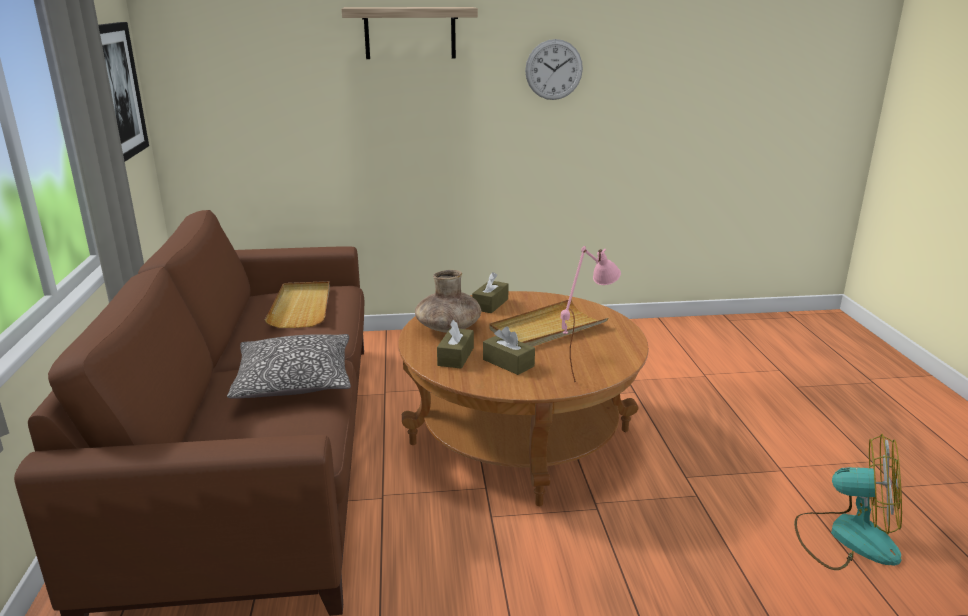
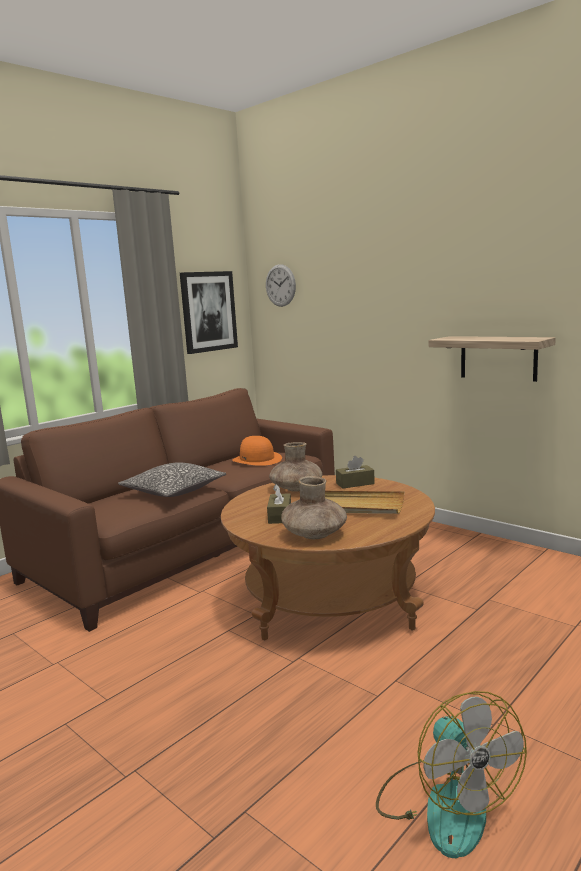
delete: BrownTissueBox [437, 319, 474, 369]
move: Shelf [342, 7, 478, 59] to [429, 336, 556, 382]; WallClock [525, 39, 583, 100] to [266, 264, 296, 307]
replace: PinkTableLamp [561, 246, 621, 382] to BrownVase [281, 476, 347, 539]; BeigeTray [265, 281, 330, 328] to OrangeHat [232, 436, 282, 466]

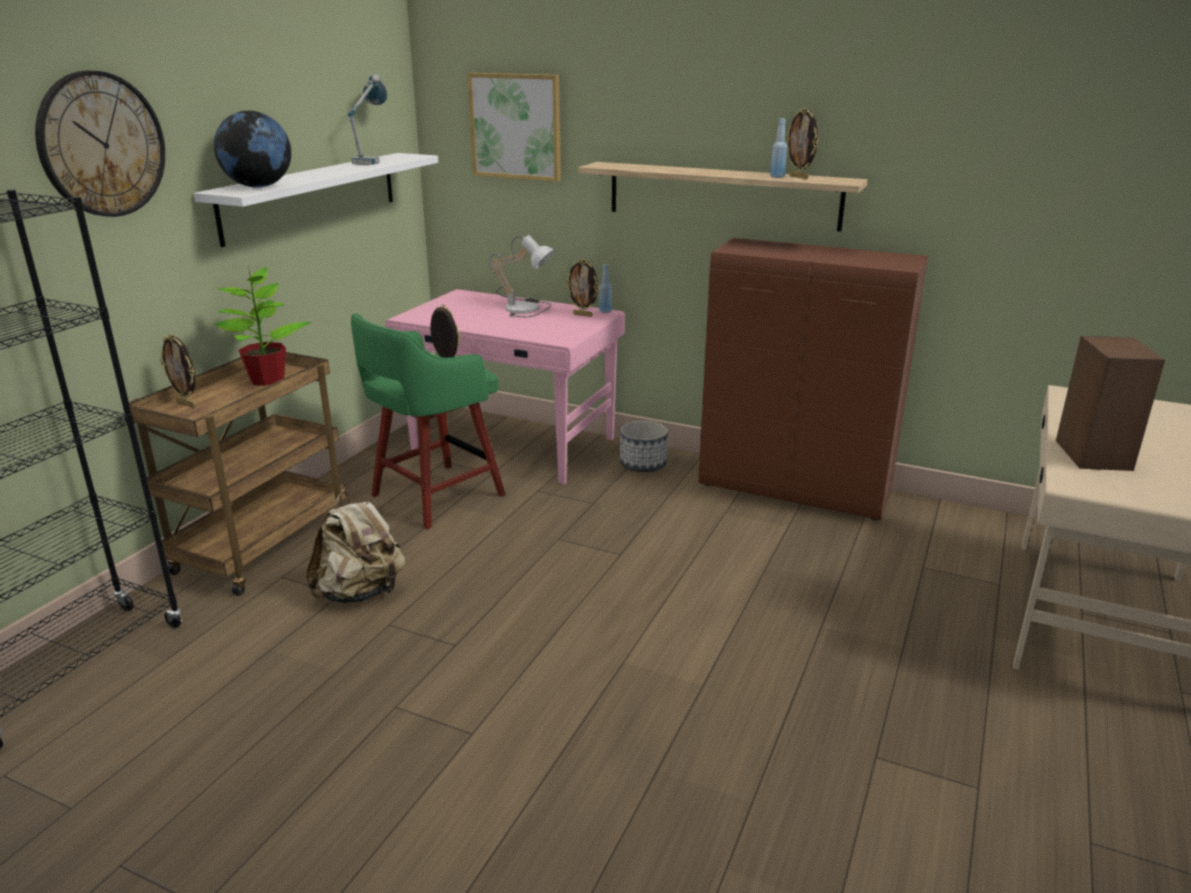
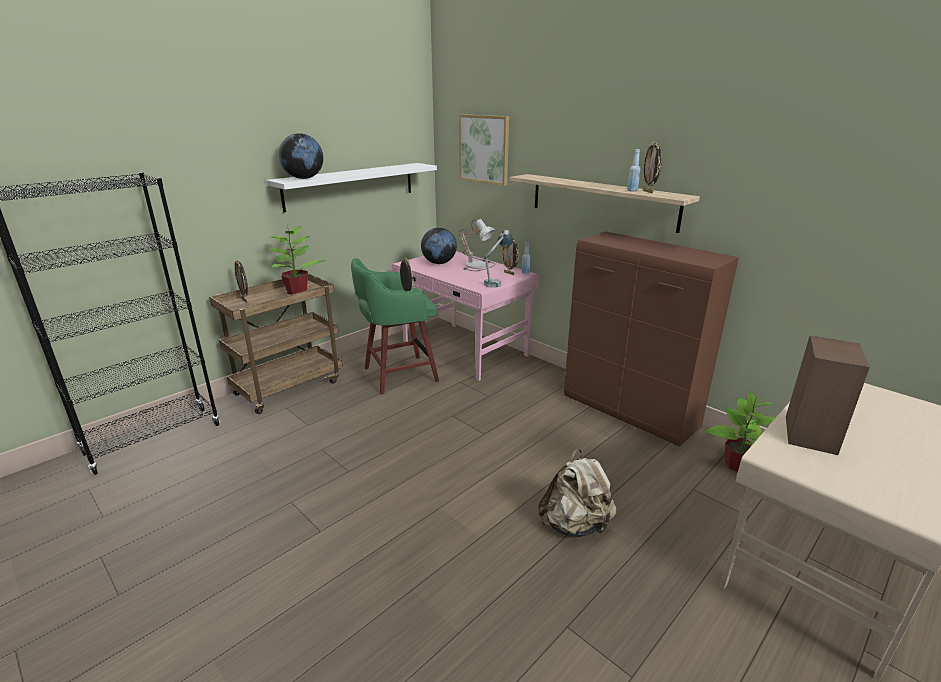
delete: WallClock [35, 71, 165, 217]; Planter [620, 420, 668, 472]
insert: Globe [421, 228, 457, 264]; PottedPlant [705, 391, 775, 472]
move: TableLamp [348, 74, 387, 165] to [484, 230, 513, 288]; BeigeBackpack [306, 492, 405, 603] to [538, 449, 617, 537]

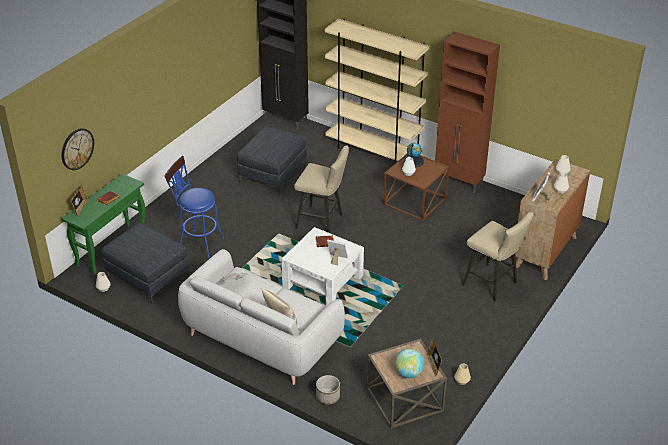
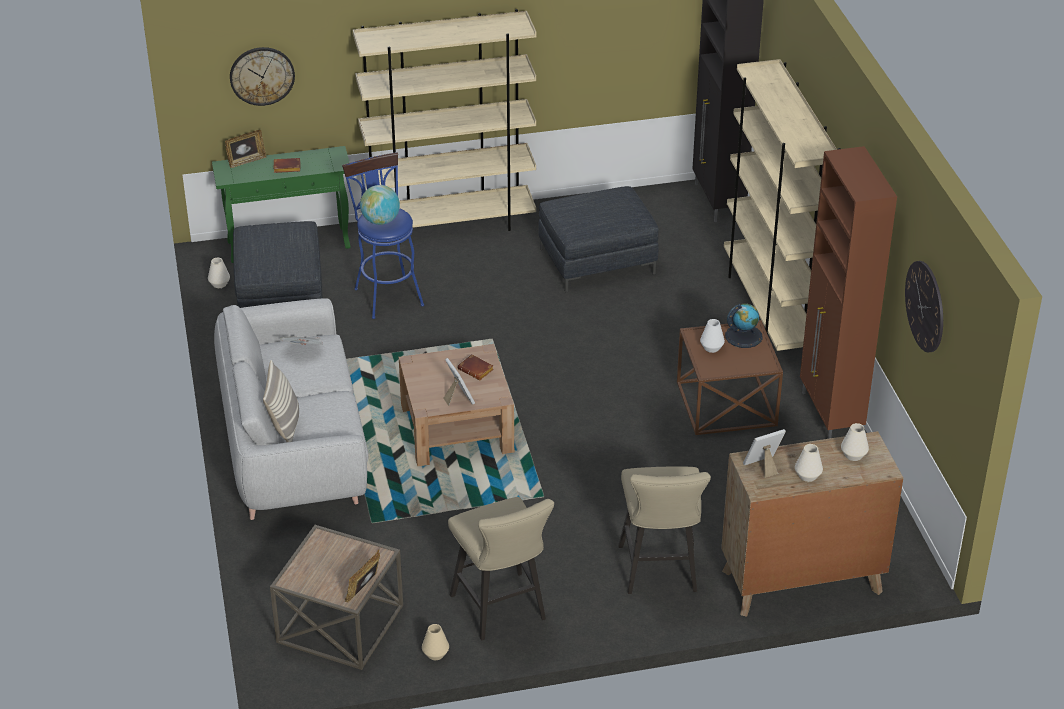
delete: Planter [316, 375, 340, 405]
insert: BeigeBookcase [353, 9, 536, 231]; WallClock [905, 261, 943, 352]
move: BeigeStool [294, 146, 349, 234] to [448, 497, 554, 640]; Globe [394, 348, 424, 378] to [360, 185, 400, 225]
recolor: WhiteCoffeeTable [281, 227, 364, 306] to BrownCoffeeTable [399, 344, 514, 466]

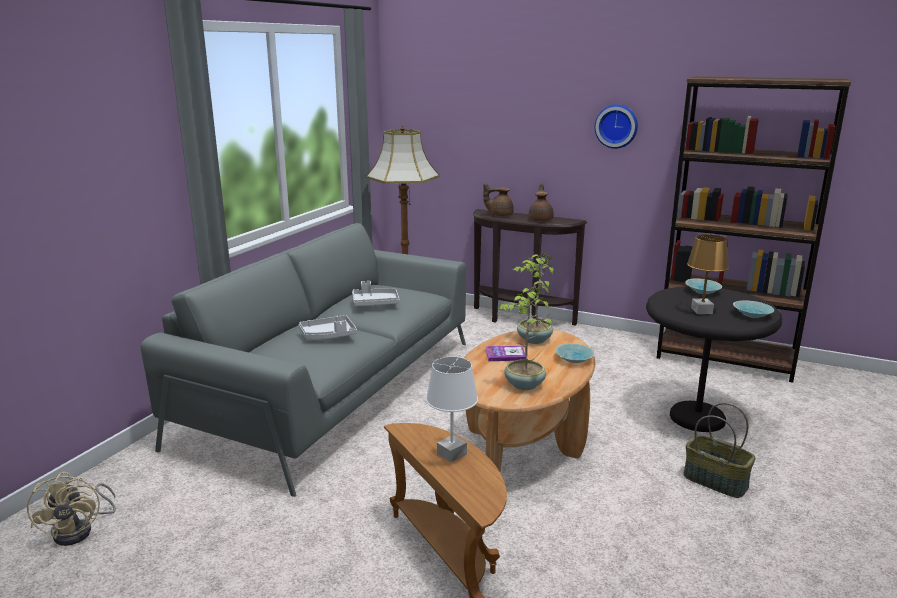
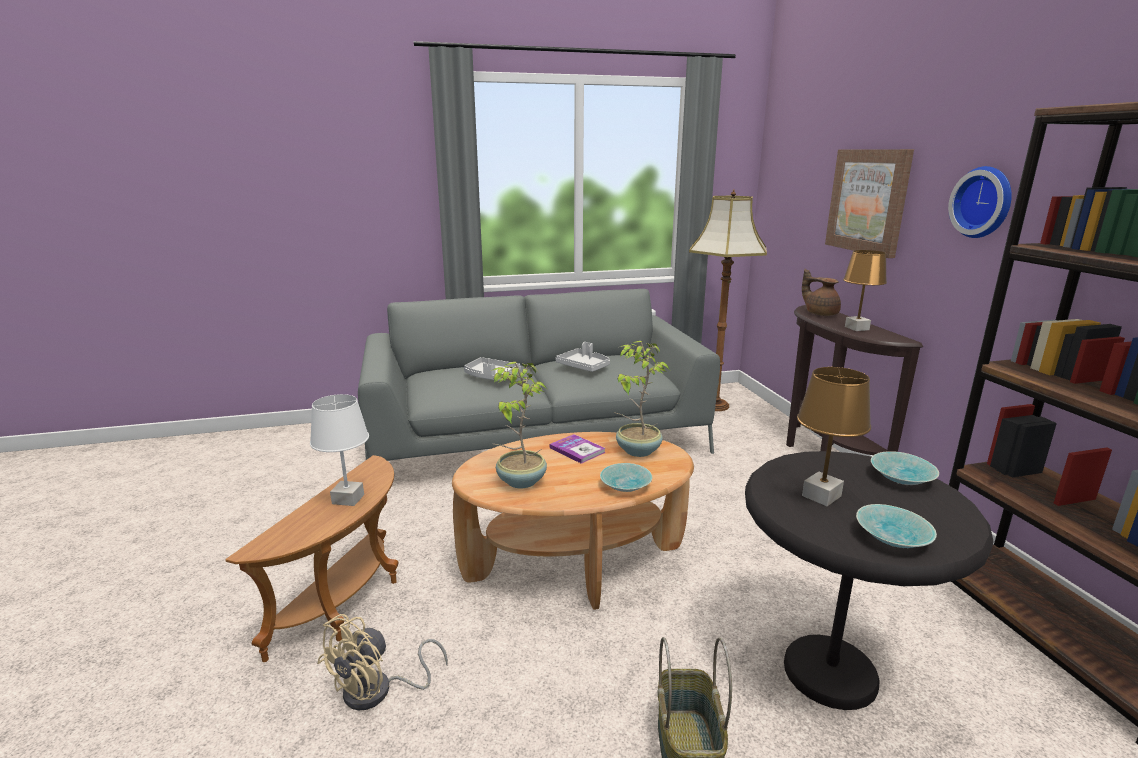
insert: Picture [825, 149, 914, 258]
move: BeigeFan [27, 472, 116, 546] to [317, 614, 448, 710]
replace: BrownTeapot [529, 183, 554, 221] to BrownTableLamp [843, 250, 887, 331]

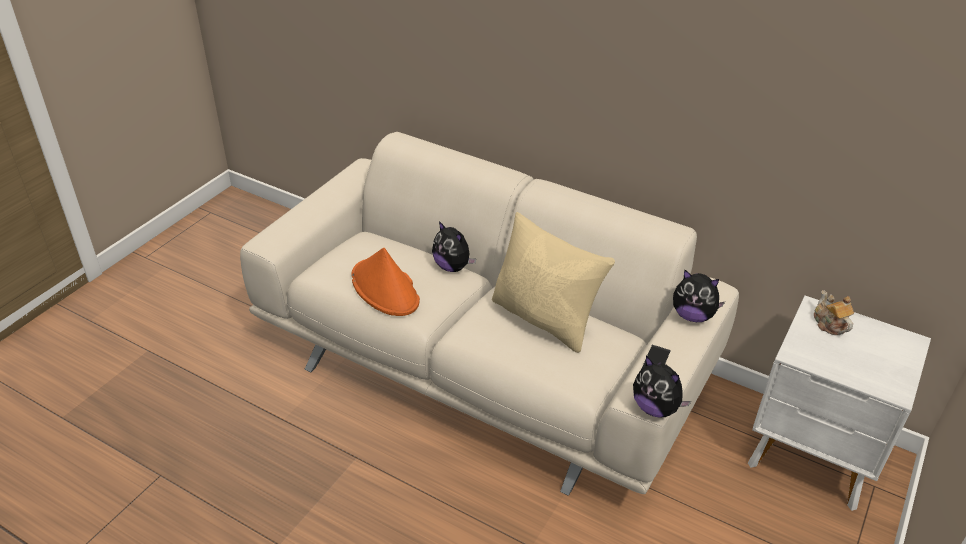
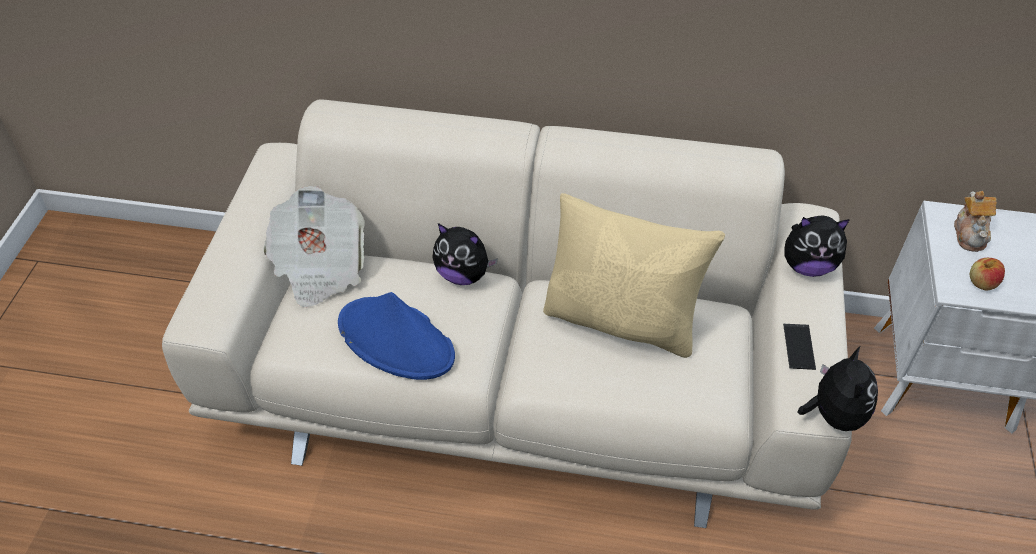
insert: Newspaper [263, 186, 365, 308]; Apple [970, 258, 1005, 290]
recolor: OrangeHat [351, 248, 420, 316] to BlueHat [338, 292, 455, 380]
rotate: Teapot [814, 290, 854, 335] = [954, 191, 997, 252] 135 degrees counterclockwise; PlushToy [633, 356, 691, 418] = [797, 346, 878, 431] 105 degrees counterclockwise

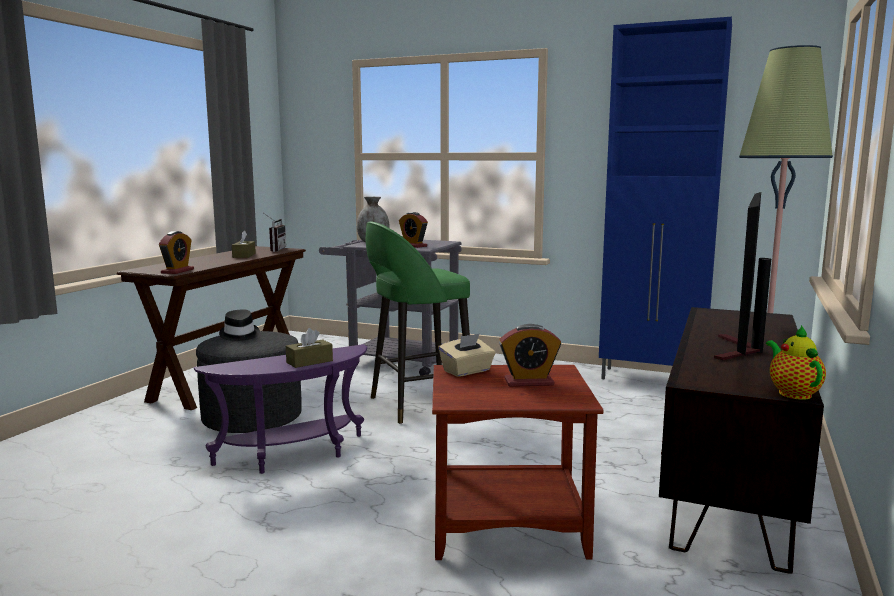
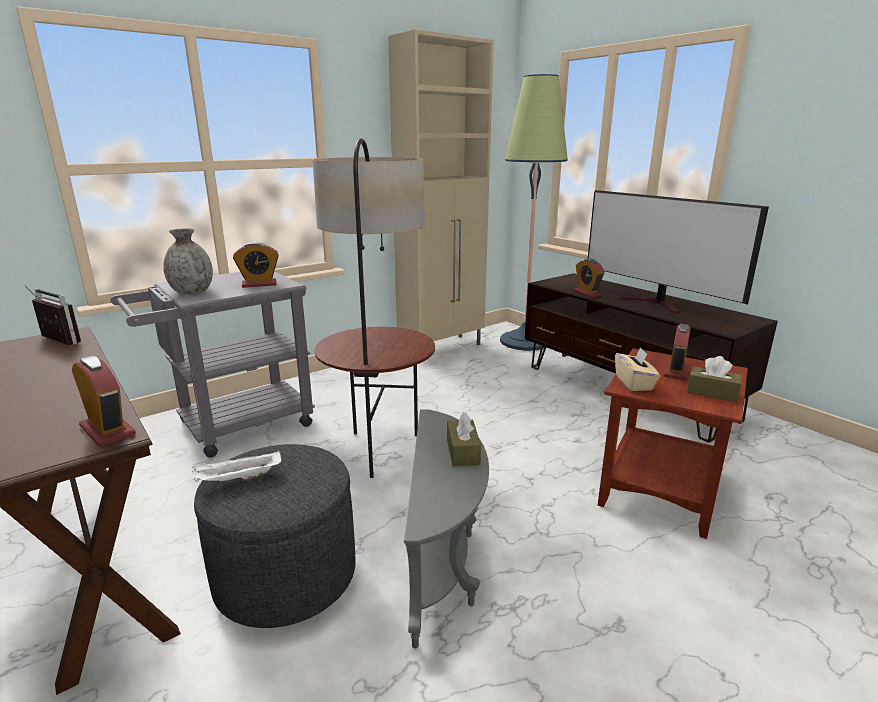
delete: Teapot [766, 325, 826, 400]
insert: AlarmClock [573, 259, 605, 297]
move: BrownTissueBox [232, 231, 256, 258] to [687, 356, 742, 402]
replace: GreenStool [366, 221, 470, 424] to FloorLamp [313, 138, 435, 478]; BlackHat [219, 309, 260, 341] to WhiteTray [192, 451, 281, 482]
recolor: BlueCabinet [599, 17, 732, 379] to BeigeCabinet [388, 30, 494, 345]; PurpleSideTable [194, 344, 367, 474] to GreySideTable [404, 410, 489, 649]

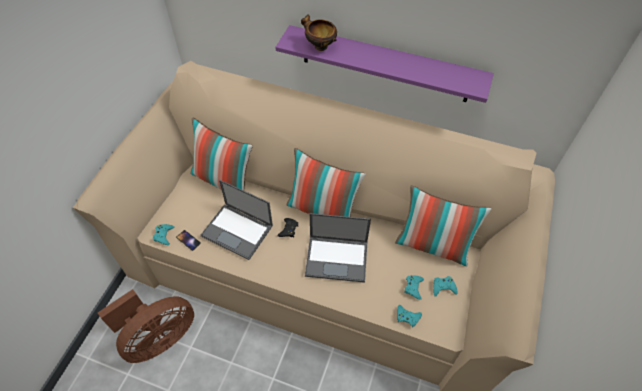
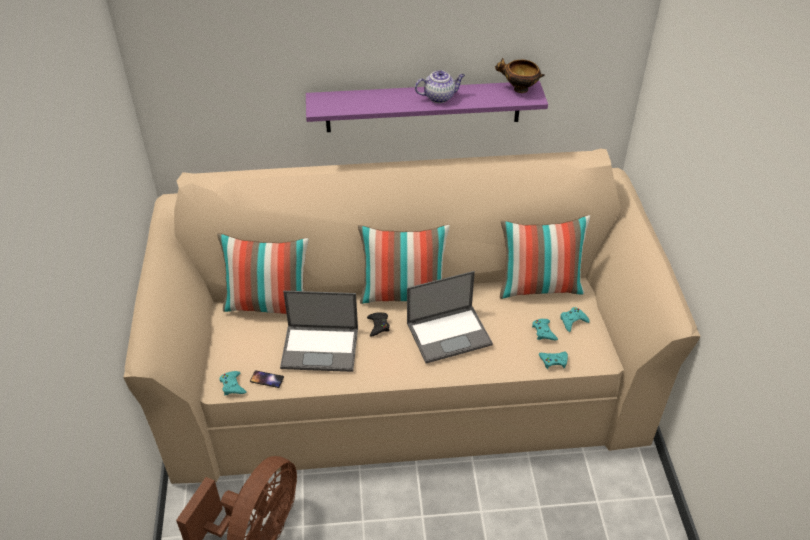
insert: Teapot [415, 70, 465, 103]
move: Bowl [301, 14, 337, 51] to [495, 58, 545, 93]

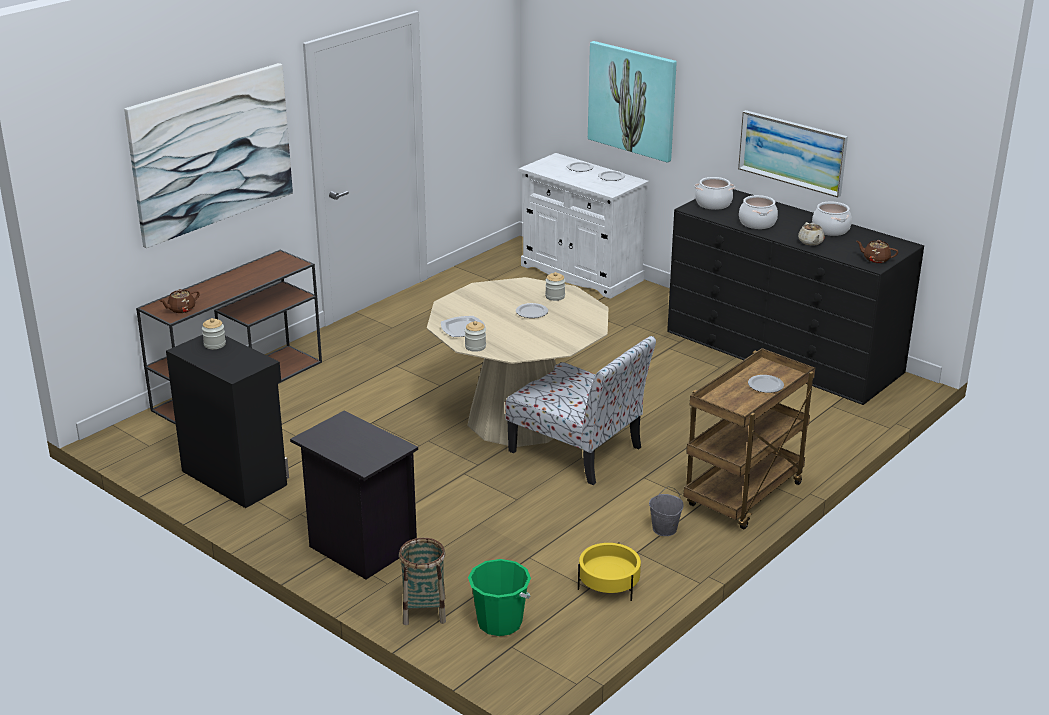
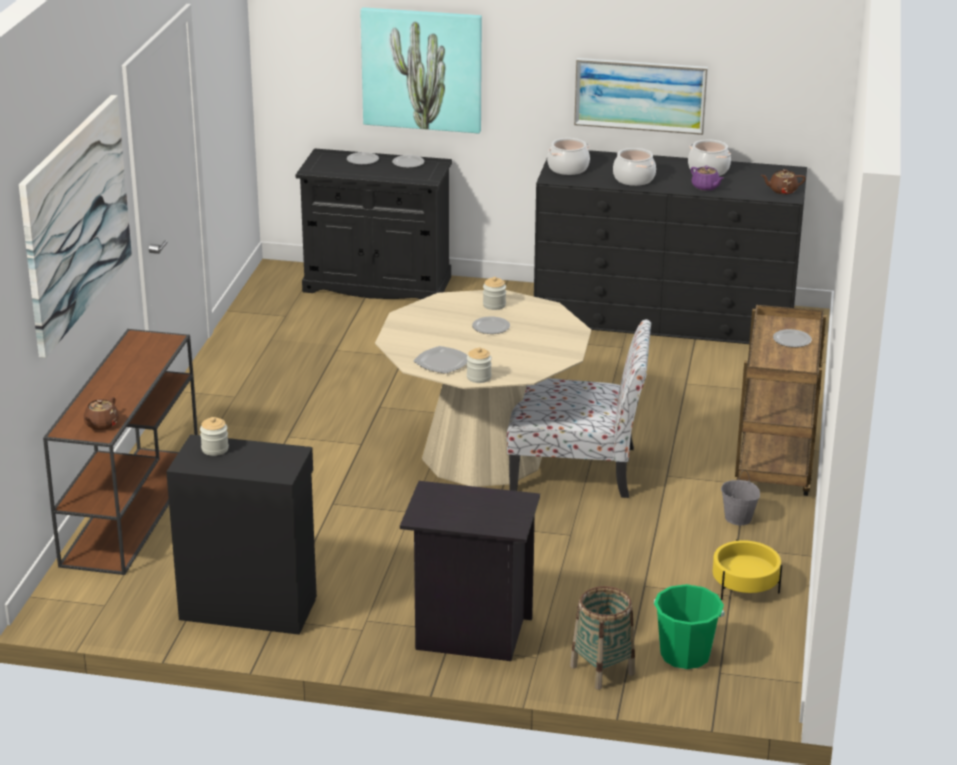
recolor: WhiteCabinet [519, 153, 649, 299] to BlackCabinet [296, 148, 452, 300]; BeigeTeapot [798, 222, 825, 246] to PurpleTeapot [691, 166, 723, 191]

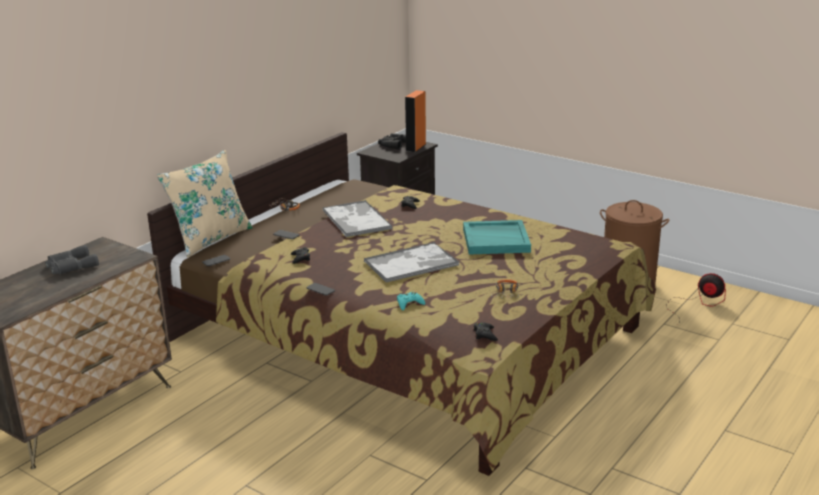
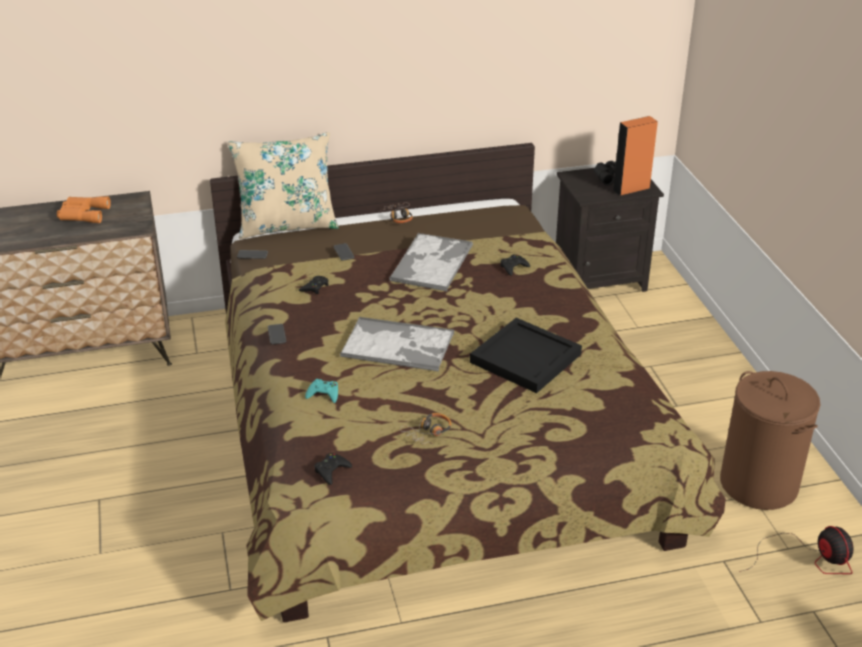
recolor: TurquoiseTray [463, 220, 531, 255] to BlackTray [470, 318, 582, 393]; GreyBinoculars [45, 245, 99, 274] to OrangeBinoculars [57, 196, 111, 223]

